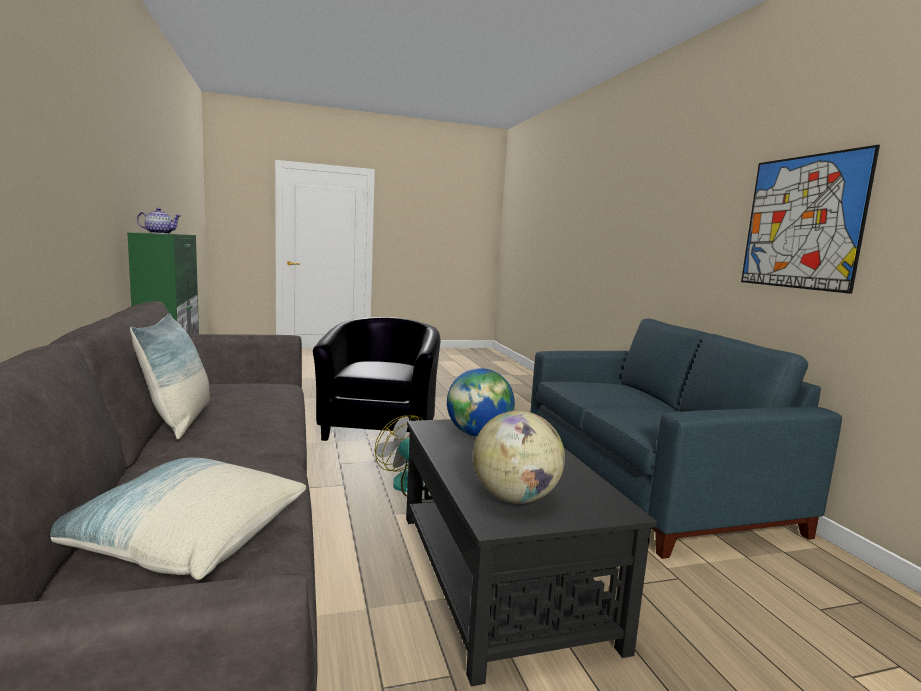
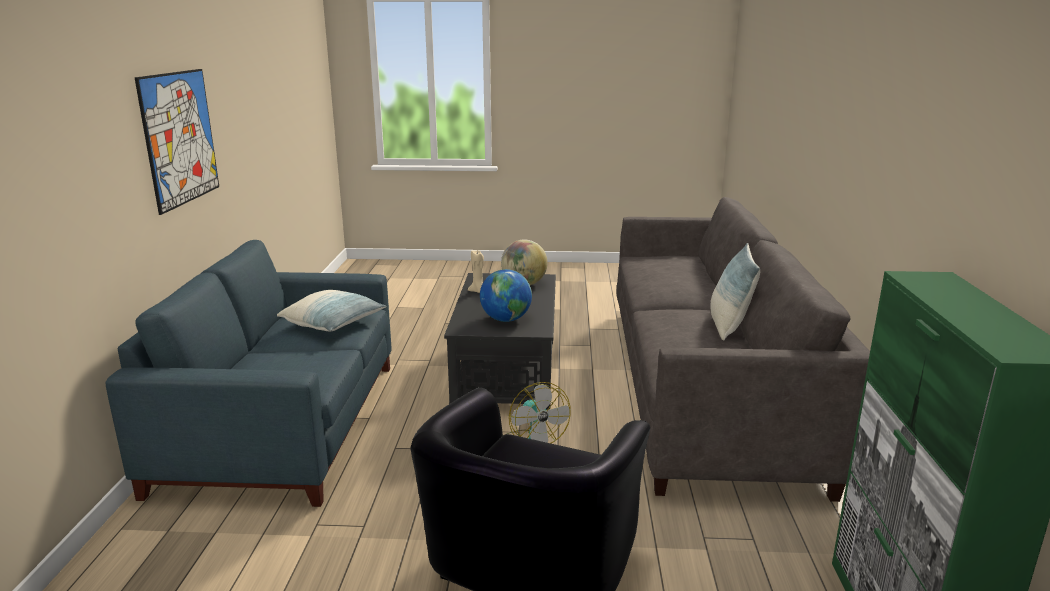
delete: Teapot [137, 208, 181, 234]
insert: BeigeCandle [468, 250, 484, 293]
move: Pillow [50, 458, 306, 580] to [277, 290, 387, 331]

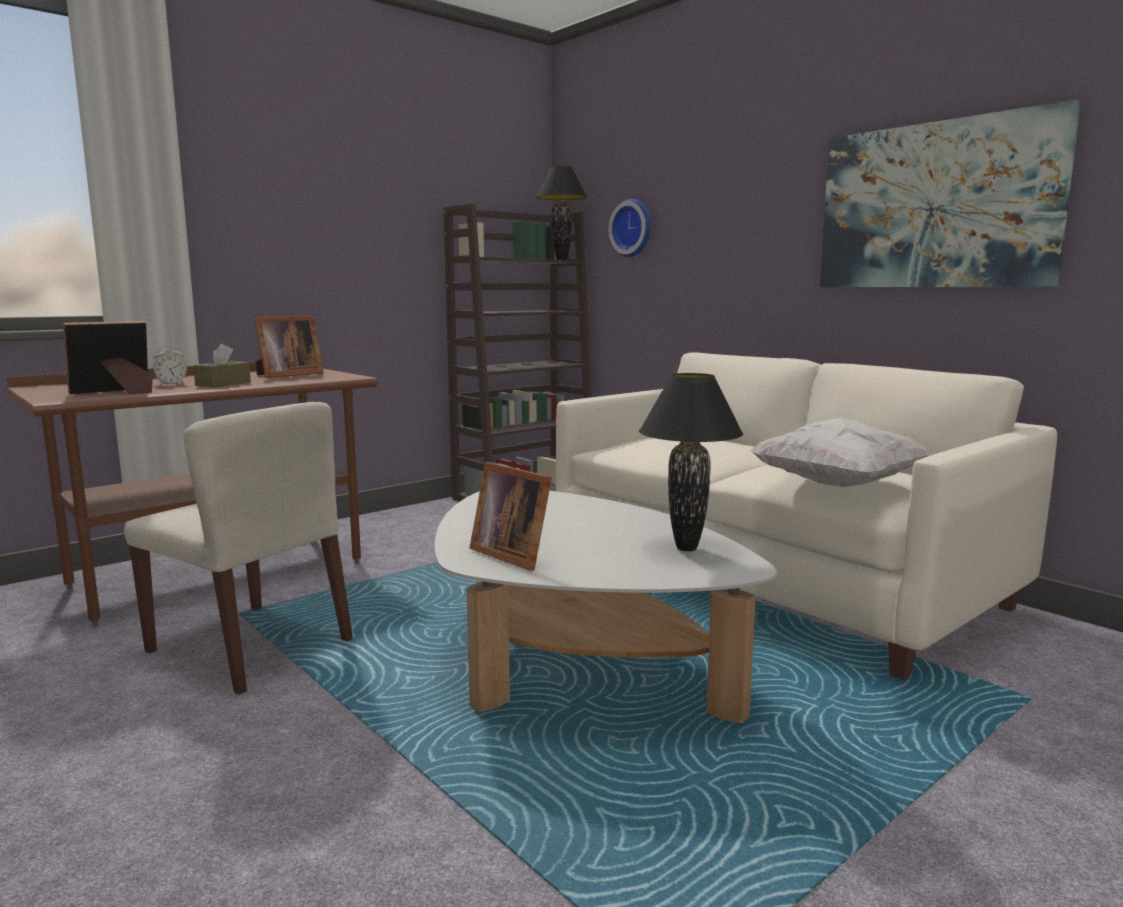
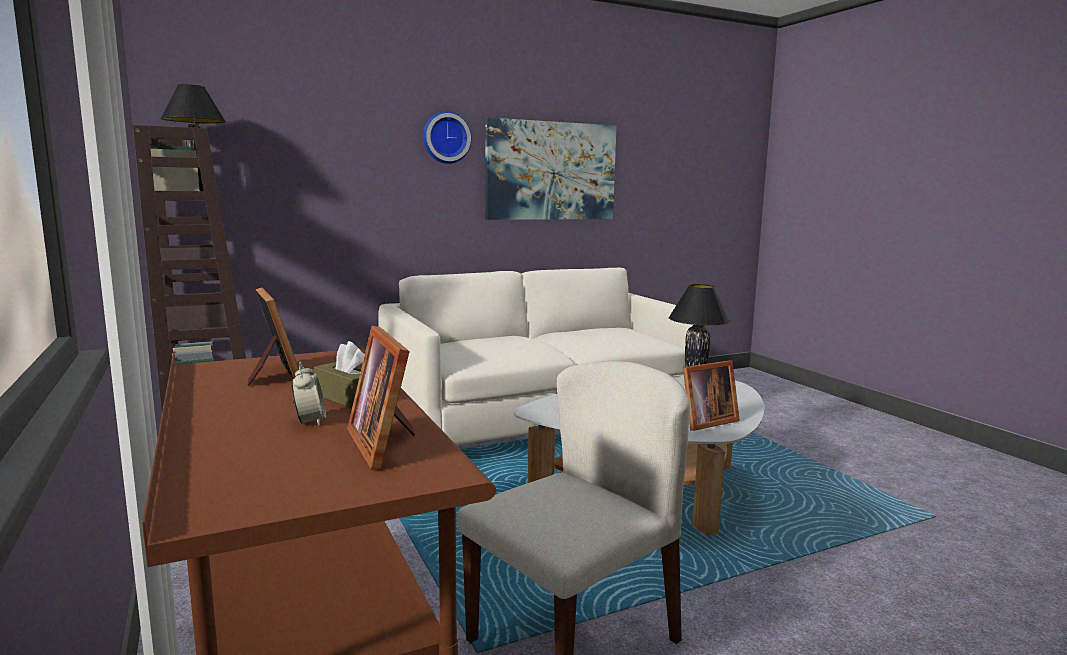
delete: WhitePillow [750, 418, 931, 487]
move: WallClock [609, 199, 651, 257] to [423, 111, 472, 164]

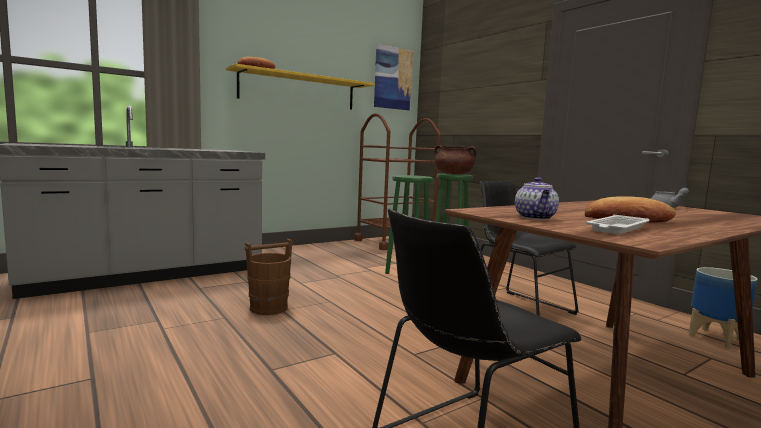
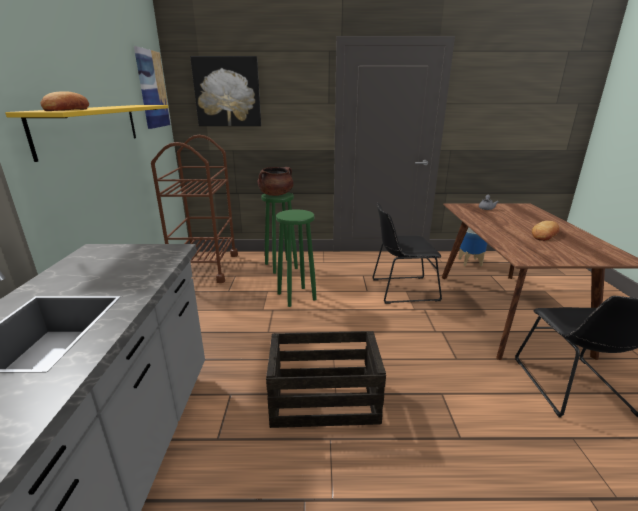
delete: Teapot [515, 177, 559, 220]; WhiteTray [586, 215, 650, 234]
insert: Picture [190, 56, 261, 126]
replace: BrownBucket [245, 239, 293, 315] to Crate [266, 331, 386, 428]

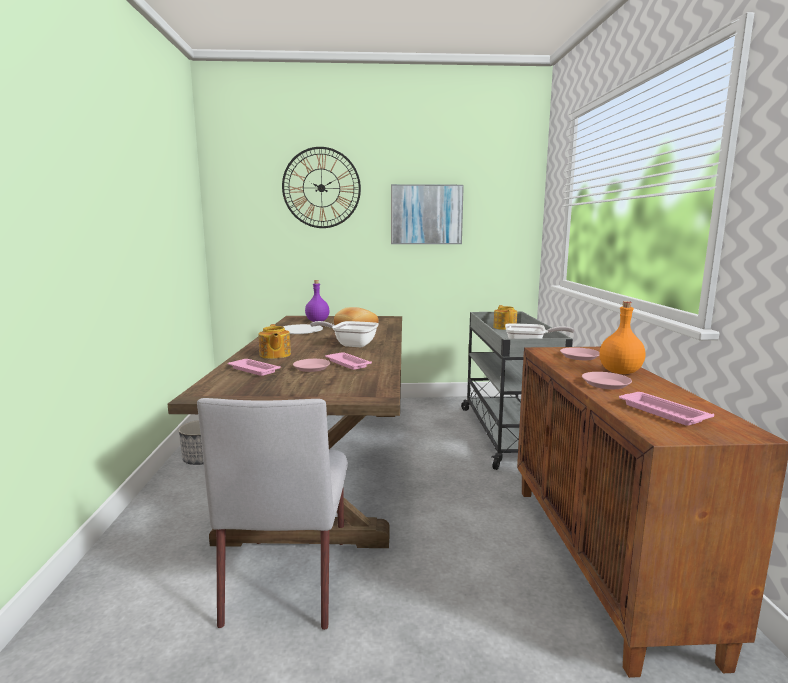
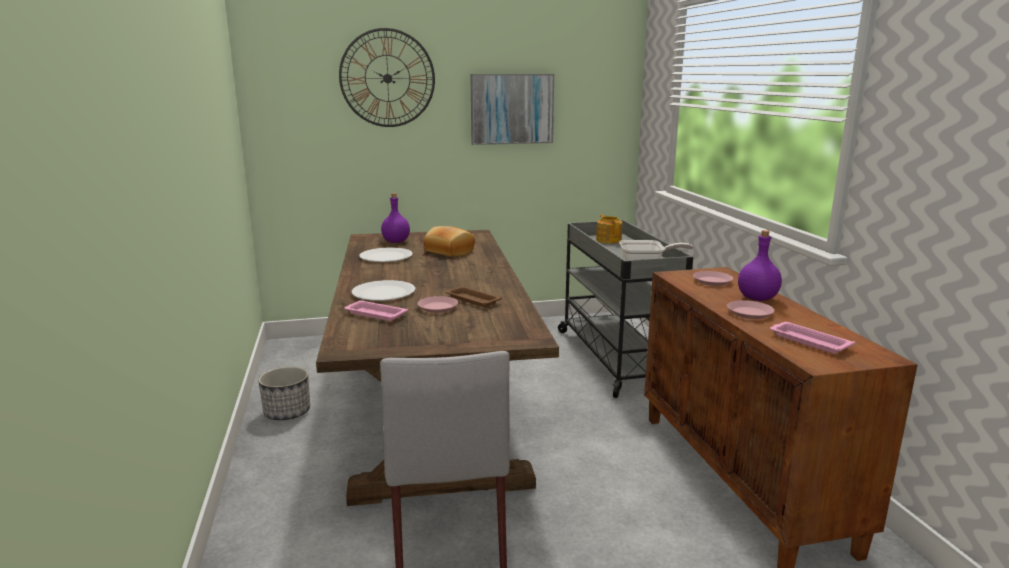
delete: FryingPan [310, 321, 379, 347]
replace: Teapot [258, 324, 291, 359] to WhitePlate [351, 280, 415, 301]
recolor: OrangeBottle [600, 301, 646, 374] to PurpleBottle [738, 230, 782, 301]; PinkTray [325, 352, 372, 370] to BrownTray [445, 286, 502, 307]

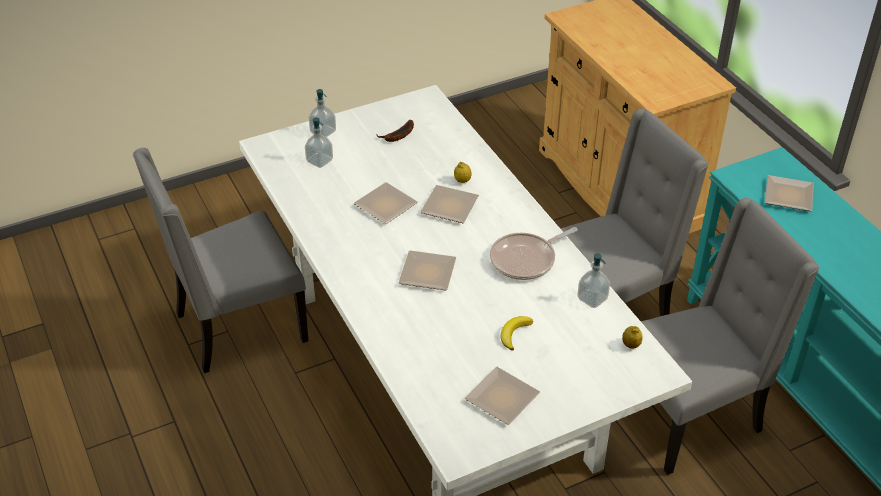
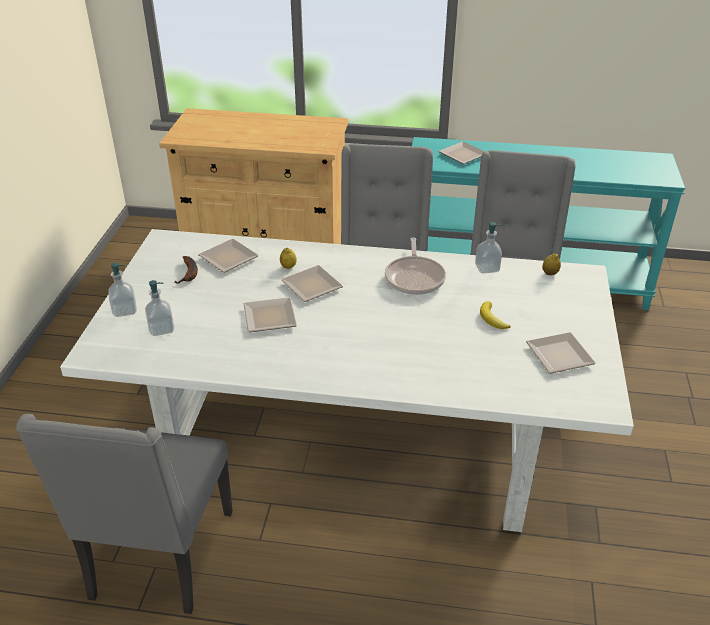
move: Plate [398, 250, 456, 290] to [198, 239, 259, 273]

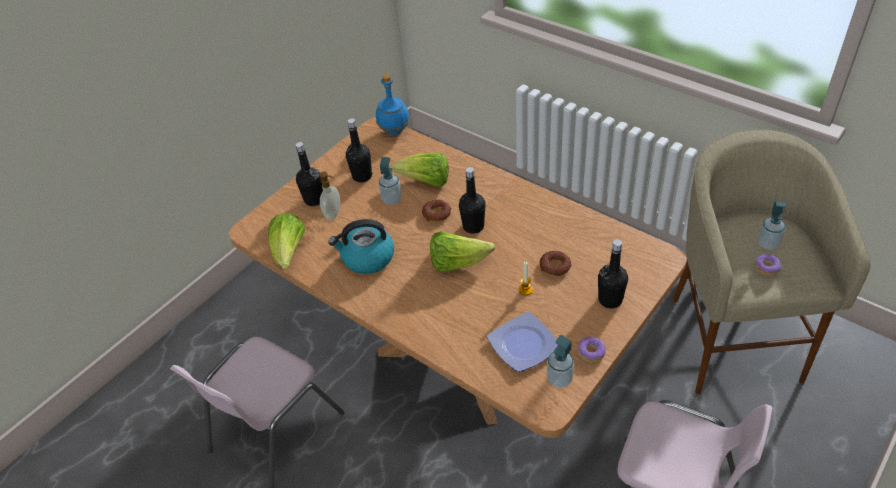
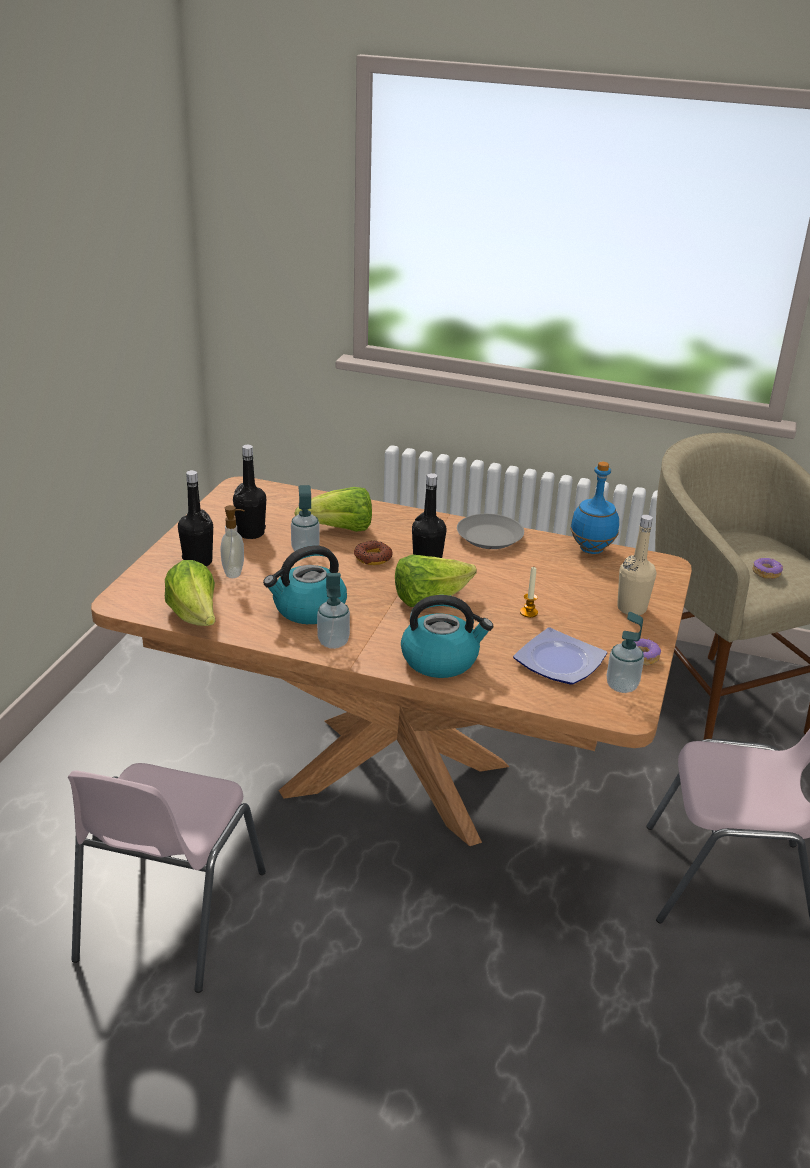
delete: Donut [539, 251, 572, 276]
insert: GreyPlate [457, 514, 524, 549]; Kettle [401, 595, 493, 678]
move: BlueBottle [376, 74, 409, 136] to [570, 462, 619, 554]; SoapDispenser [758, 202, 786, 250] to [317, 573, 350, 649]
recolor: BlackBottle [598, 239, 628, 308] to BeigeBottle [617, 515, 656, 615]

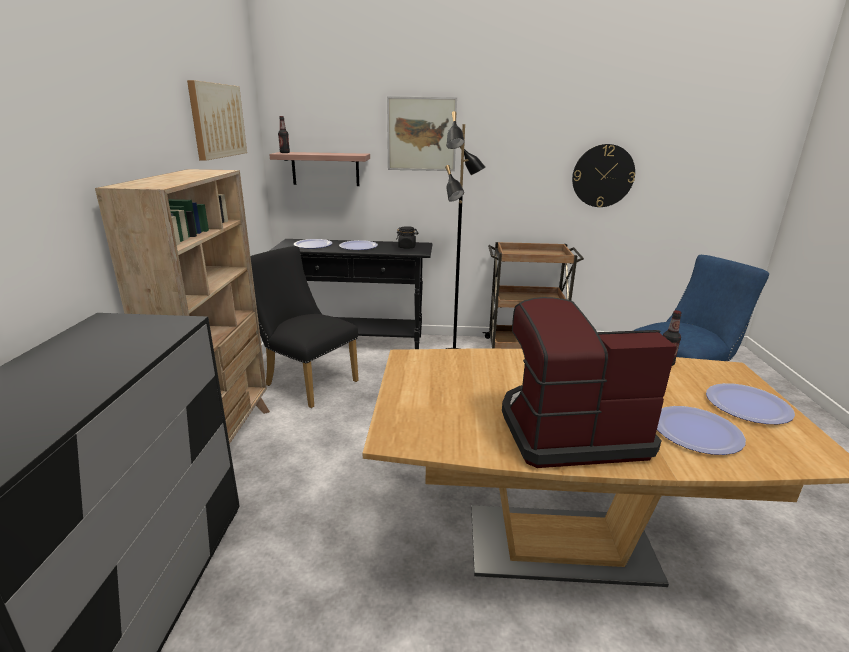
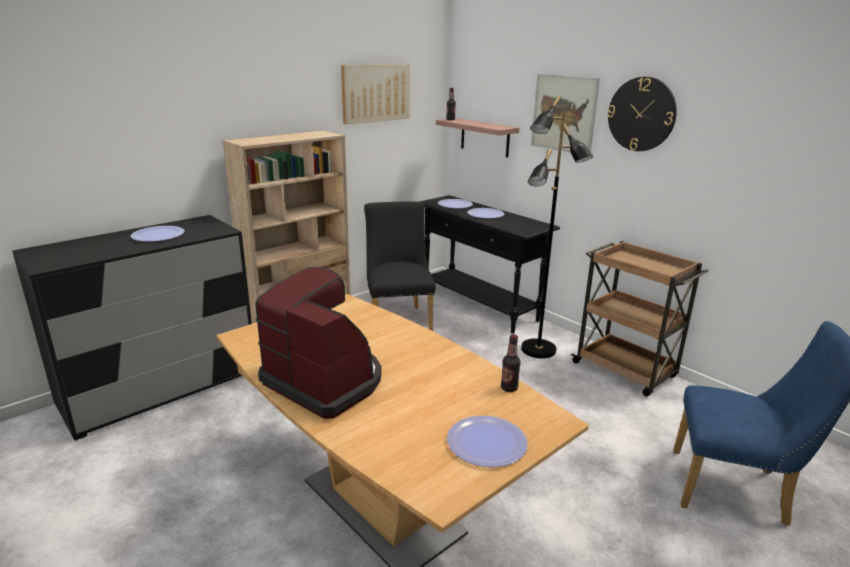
delete: BlackJar [396, 226, 418, 249]
move: WallClock [572, 144, 635, 207] to [607, 77, 677, 151]; Plate [657, 406, 746, 455] to [131, 226, 185, 242]

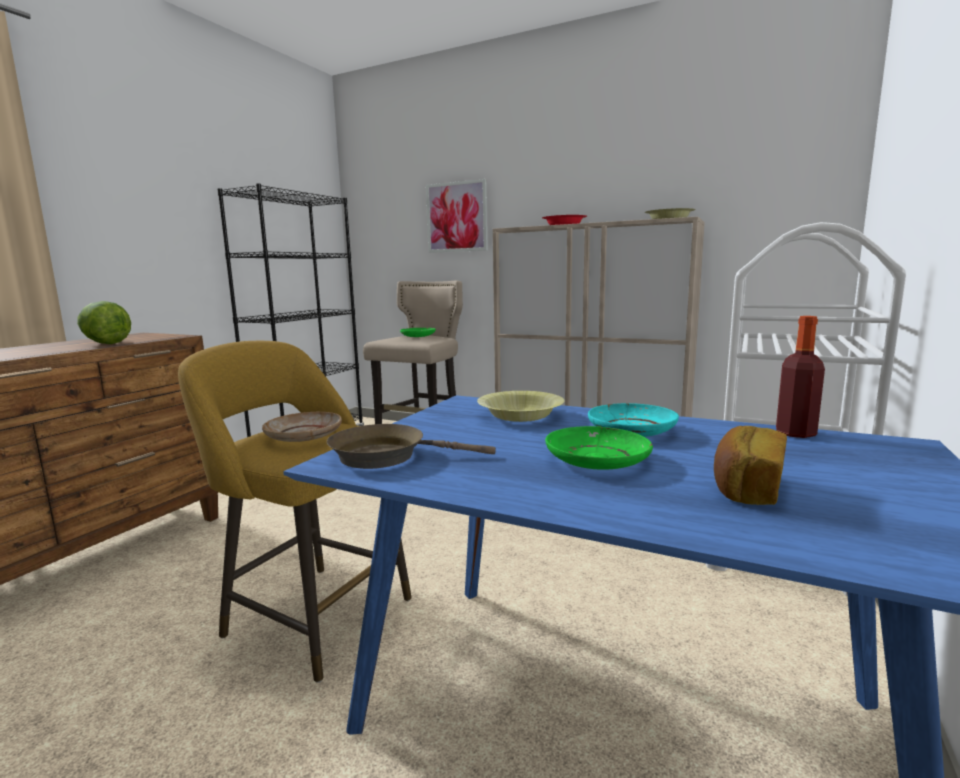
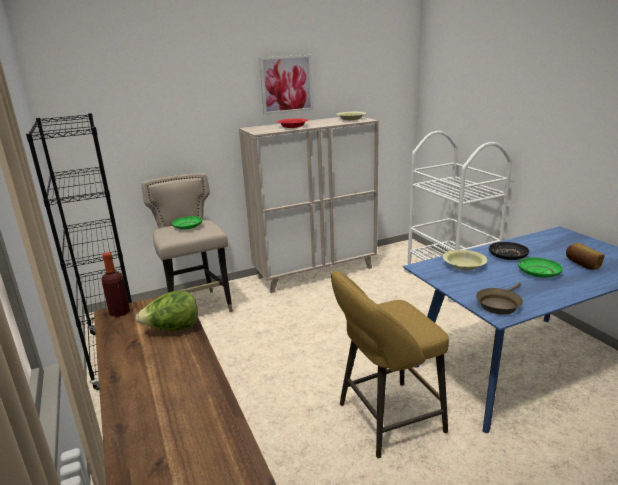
delete: BeigePlate [262, 412, 342, 442]
move: Picture [426, 179, 488, 253] to [259, 55, 313, 115]; Bottle [776, 316, 825, 438] to [102, 252, 130, 317]
recolor: TurquoisePlate [588, 403, 679, 437] to BlackPlate [489, 242, 529, 260]

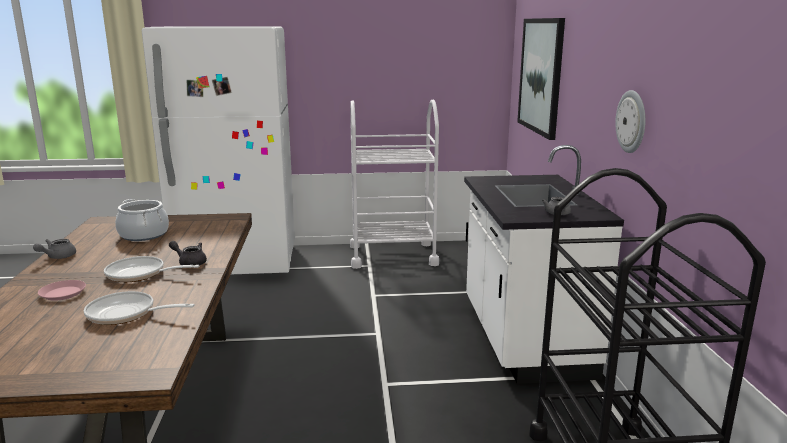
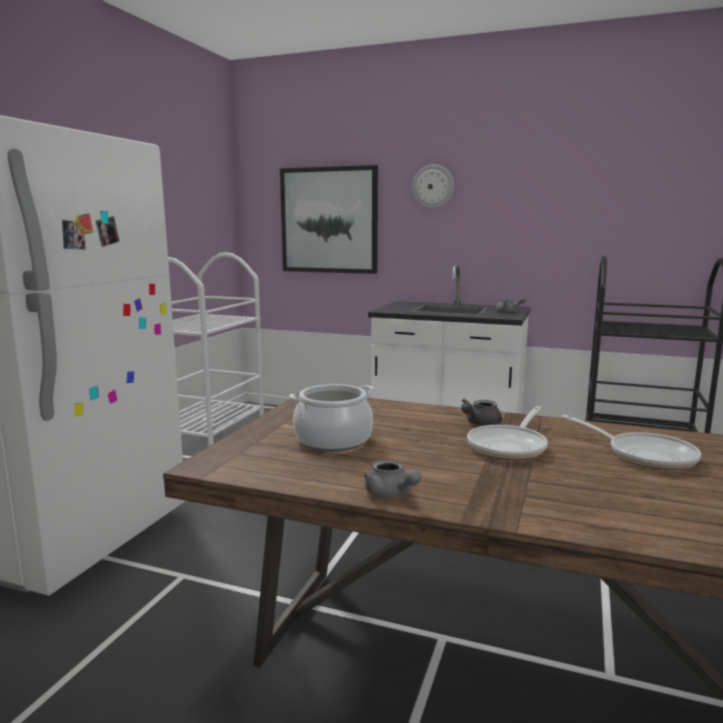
delete: PinkPlate [38, 280, 86, 301]
move: WallClock [615, 90, 646, 153] to [412, 164, 454, 209]
rotate: FryingPan [84, 291, 195, 325] = [562, 415, 701, 470] 75 degrees counterclockwise

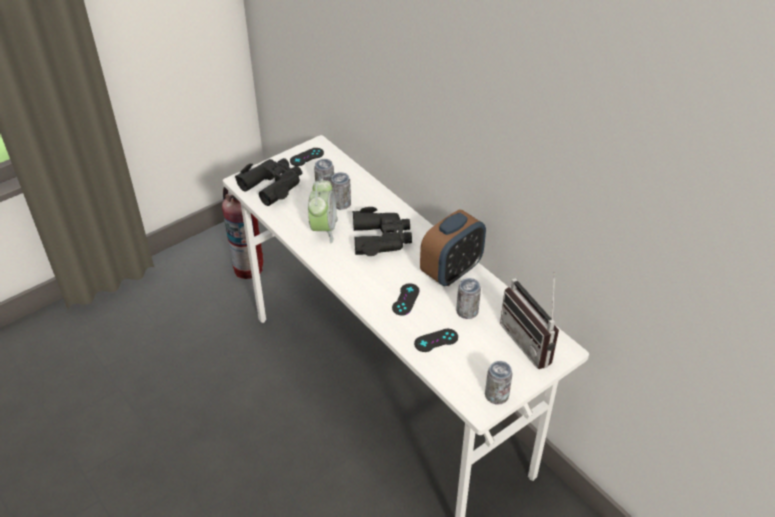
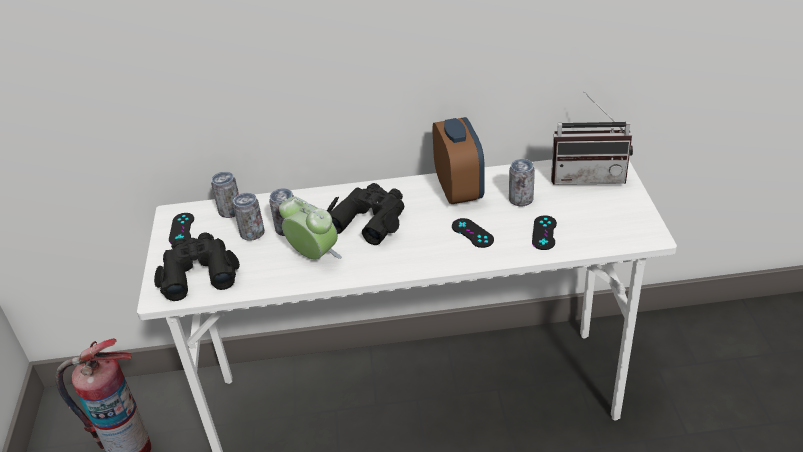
move: Can [485, 361, 513, 404] to [211, 171, 239, 218]

